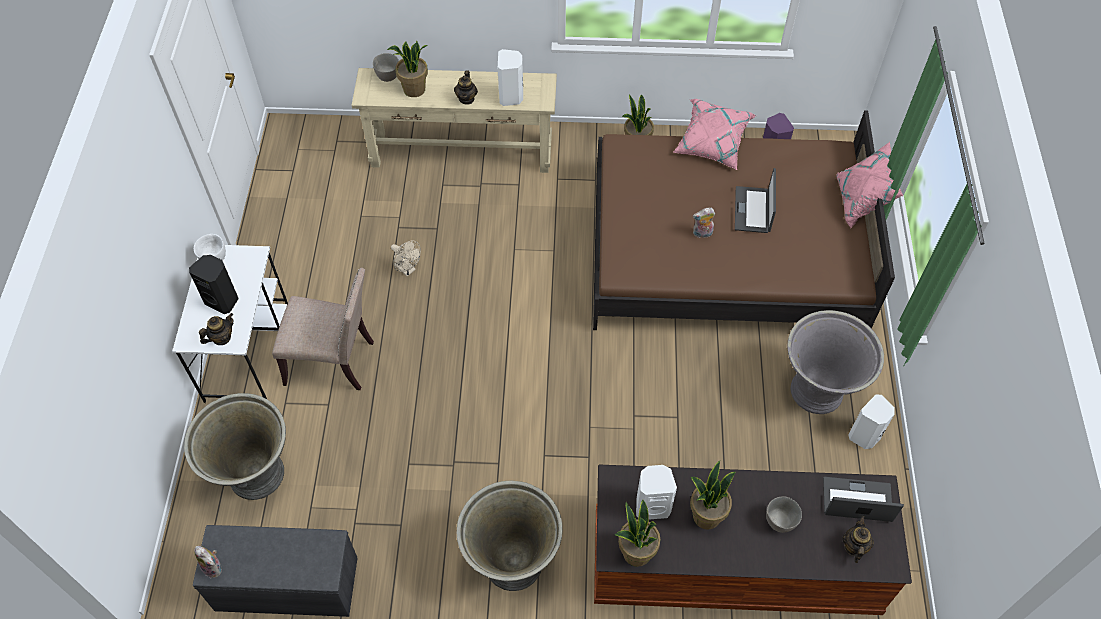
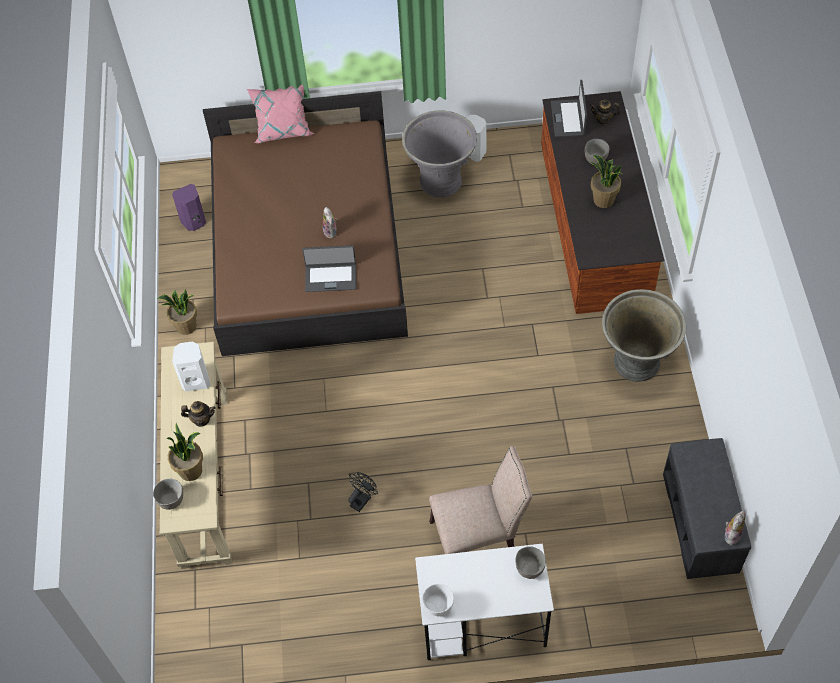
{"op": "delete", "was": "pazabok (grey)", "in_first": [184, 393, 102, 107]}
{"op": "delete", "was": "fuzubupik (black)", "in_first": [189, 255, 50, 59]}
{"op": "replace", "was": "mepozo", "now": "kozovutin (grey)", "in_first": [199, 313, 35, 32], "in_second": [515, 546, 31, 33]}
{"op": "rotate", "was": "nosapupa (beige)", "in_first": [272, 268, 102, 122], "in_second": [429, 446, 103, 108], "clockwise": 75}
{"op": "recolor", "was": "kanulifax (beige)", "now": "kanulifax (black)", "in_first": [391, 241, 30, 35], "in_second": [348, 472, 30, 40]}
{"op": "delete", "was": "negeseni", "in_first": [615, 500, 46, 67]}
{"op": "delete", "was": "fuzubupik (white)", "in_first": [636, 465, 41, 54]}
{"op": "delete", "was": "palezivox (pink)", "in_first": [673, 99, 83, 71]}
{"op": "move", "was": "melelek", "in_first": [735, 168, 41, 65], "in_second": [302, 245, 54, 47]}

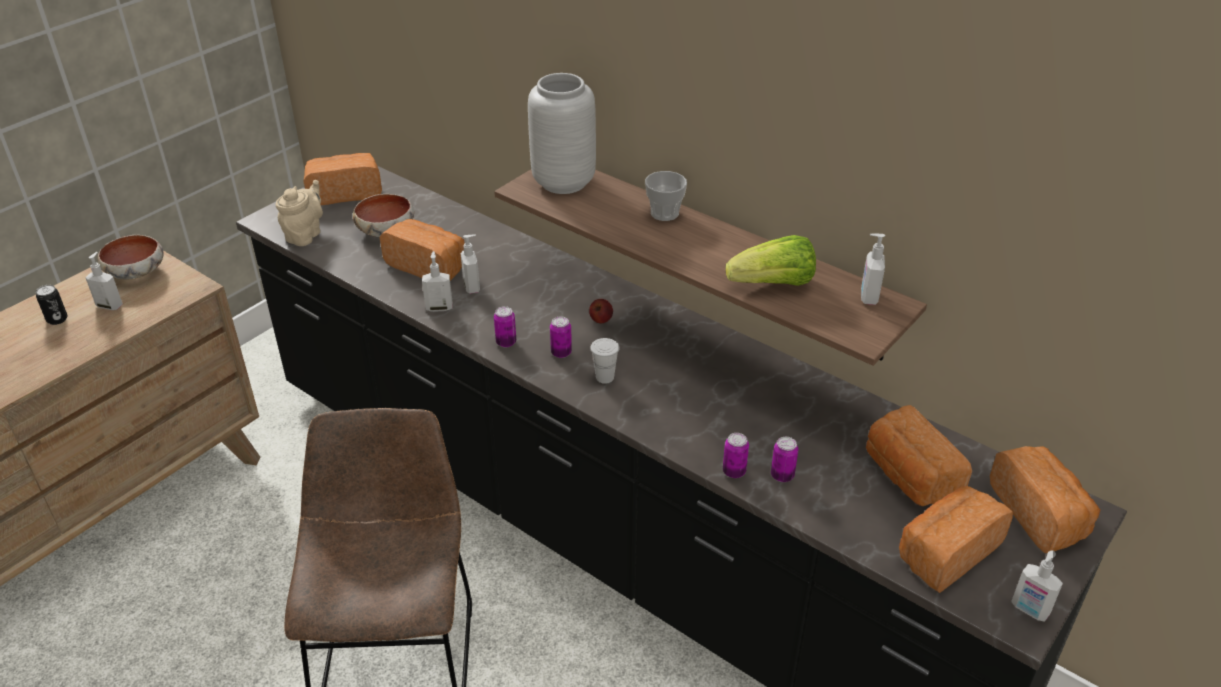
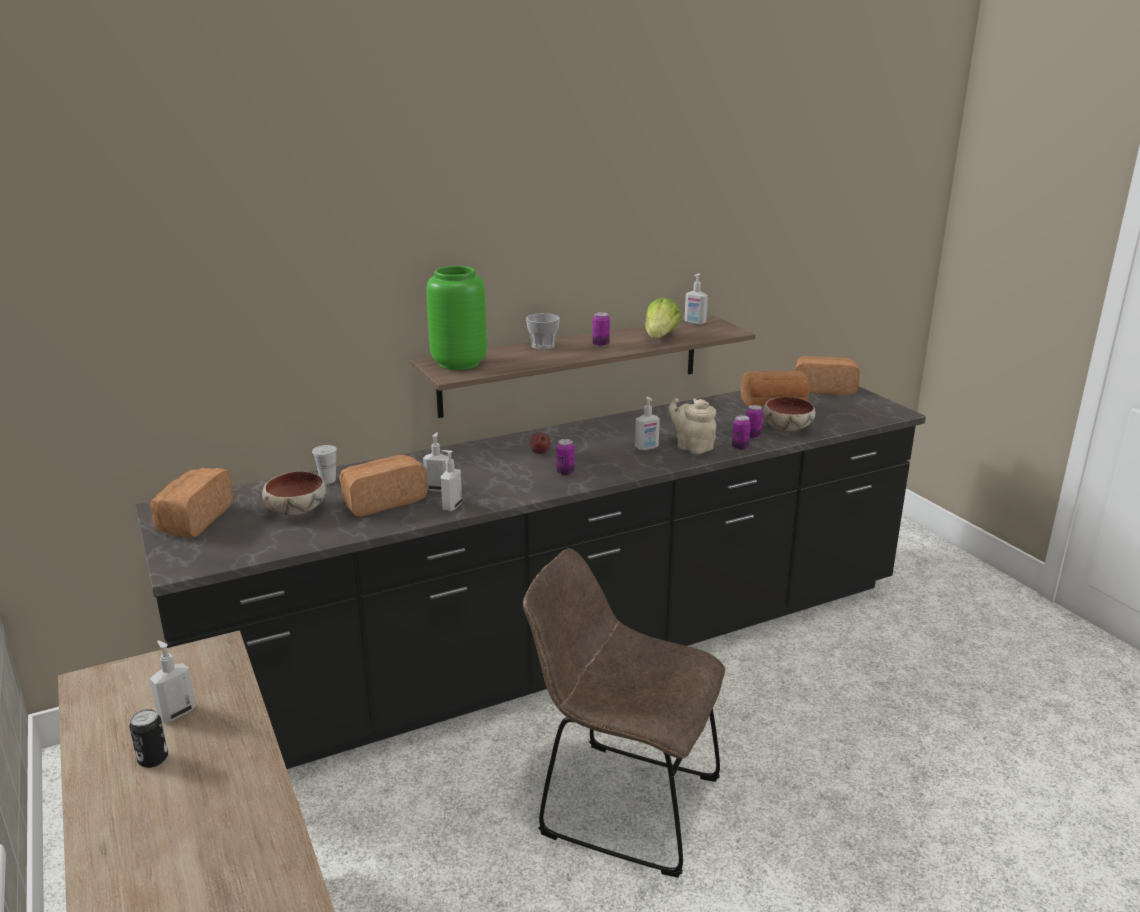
{"op": "move", "was": "kozovutin", "in_first": [98, 235, 66, 44], "in_second": [763, 397, 53, 35]}
{"op": "move", "was": "mepozo (beige)", "in_first": [276, 180, 47, 66], "in_second": [668, 398, 48, 56]}
{"op": "move", "was": "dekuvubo", "in_first": [494, 306, 22, 41], "in_second": [593, 312, 17, 35]}
{"op": "recolor", "was": "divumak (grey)", "now": "divumak (green)", "in_first": [528, 73, 68, 121], "in_second": [427, 266, 60, 104]}
{"op": "move", "was": "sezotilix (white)", "in_first": [590, 338, 29, 46], "in_second": [312, 445, 25, 39]}
{"op": "delete", "was": "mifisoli", "in_first": [899, 486, 114, 107]}
{"op": "move", "was": "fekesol", "in_first": [1011, 550, 52, 72], "in_second": [635, 397, 25, 53]}

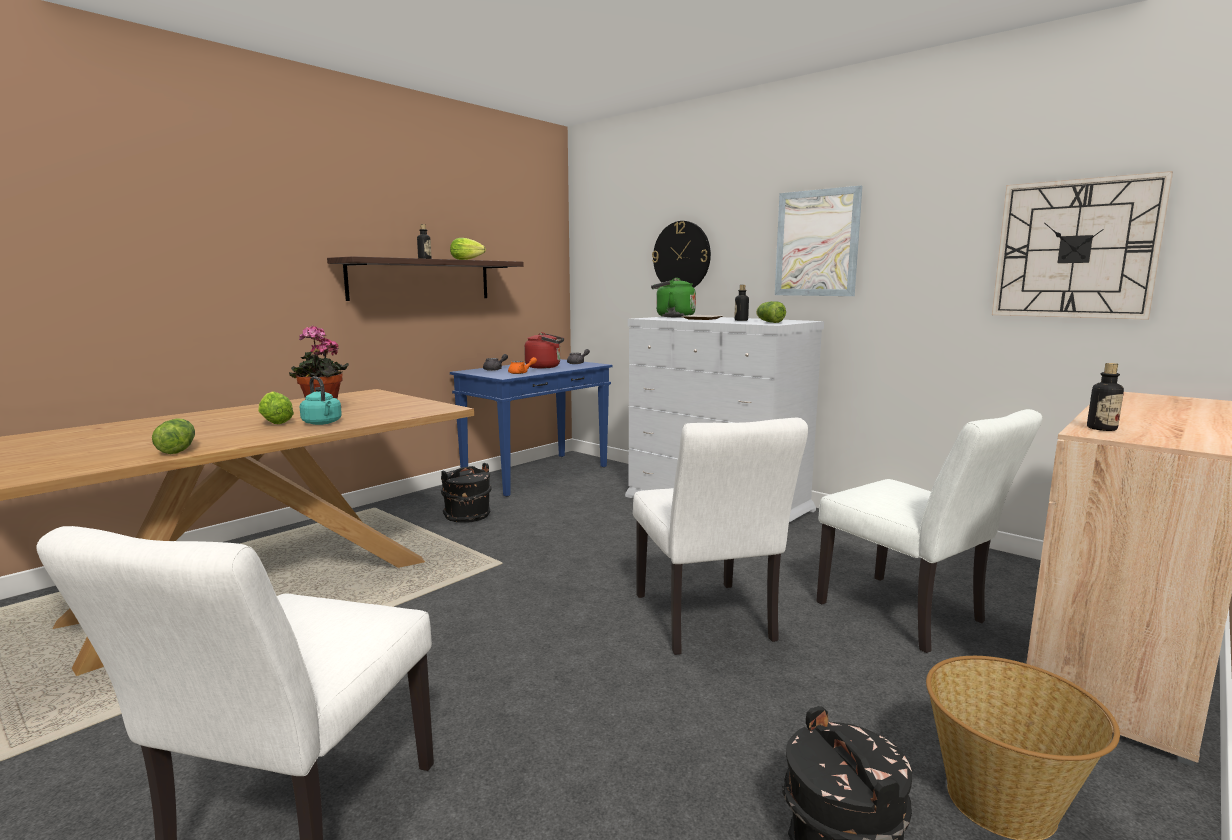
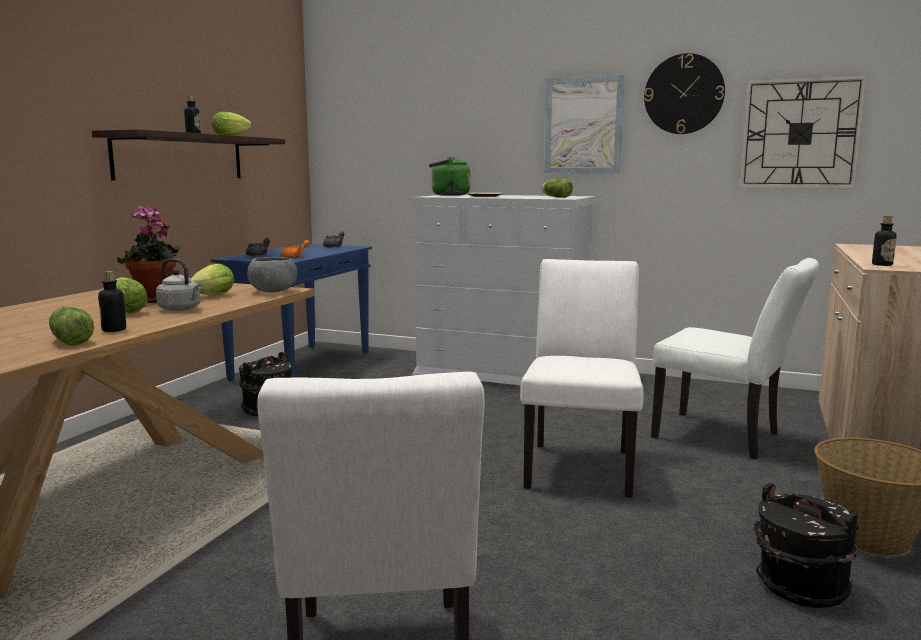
{"op": "recolor", "was": "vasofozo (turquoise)", "now": "vasofozo (grey)", "in_first": [300, 376, 42, 49], "in_second": [156, 258, 45, 53]}
{"op": "delete", "was": "vasofozo (red)", "in_first": [524, 332, 40, 37]}
{"op": "rotate", "was": "nosapupa (white)", "in_first": [633, 418, 175, 237], "in_second": [520, 259, 124, 239], "clockwise": -135}
{"op": "move", "was": "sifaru", "in_first": [652, 221, 59, 67], "in_second": [644, 53, 81, 81]}
{"op": "move", "was": "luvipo", "in_first": [734, 285, 15, 36], "in_second": [98, 271, 28, 61]}
{"op": "insert", "now": "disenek", "in_second": [191, 264, 43, 31]}
{"op": "insert", "now": "kozovutin (grey)", "in_second": [247, 257, 50, 36]}

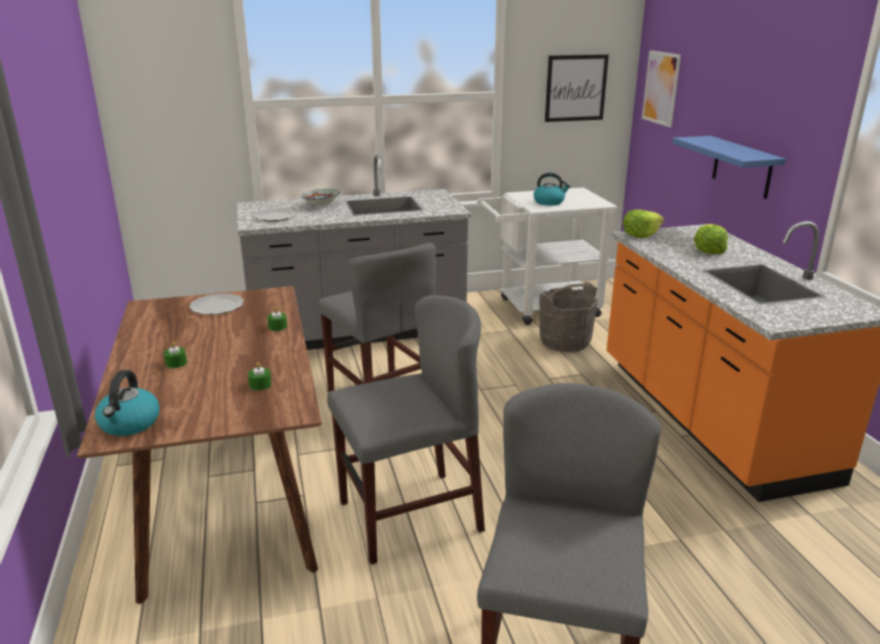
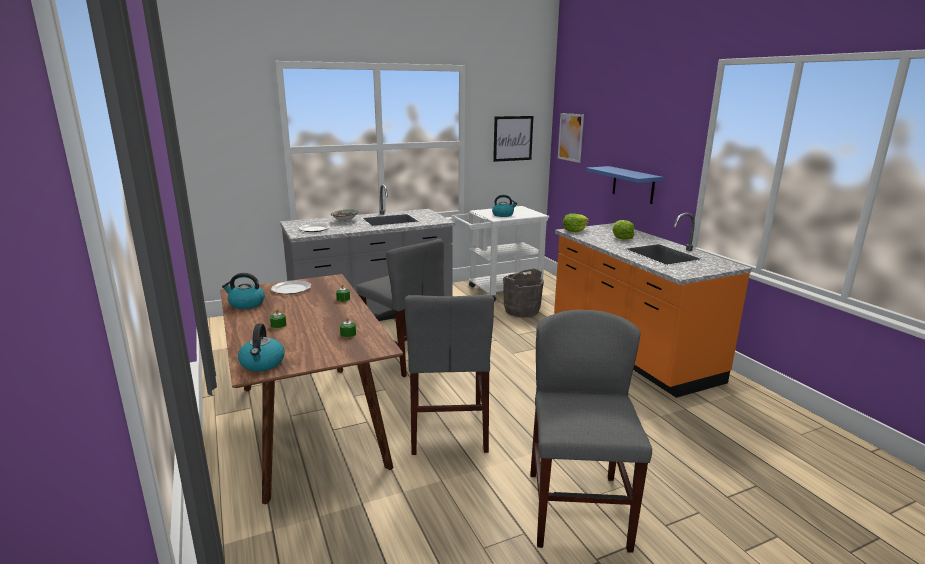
{"op": "rotate", "was": "nosapupa (grey)", "in_first": [327, 295, 158, 270], "in_second": [405, 294, 89, 161], "clockwise": 120}
{"op": "insert", "now": "vasofozo", "in_second": [222, 273, 43, 36]}

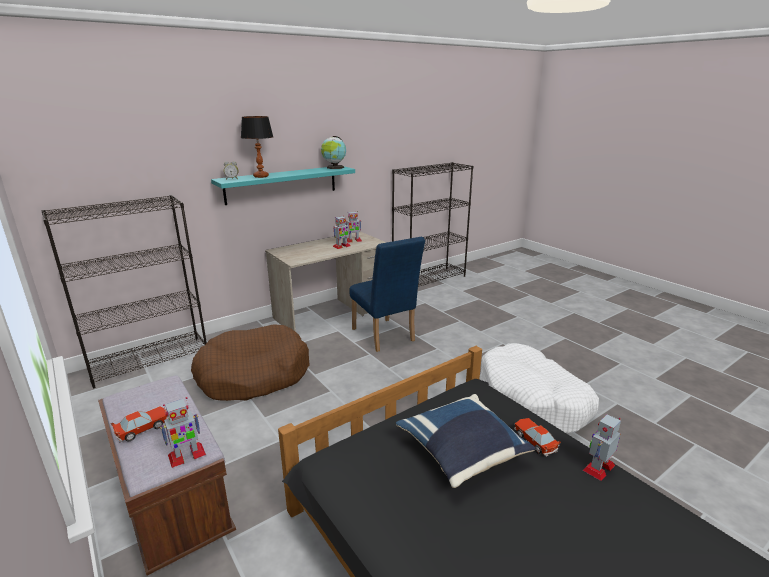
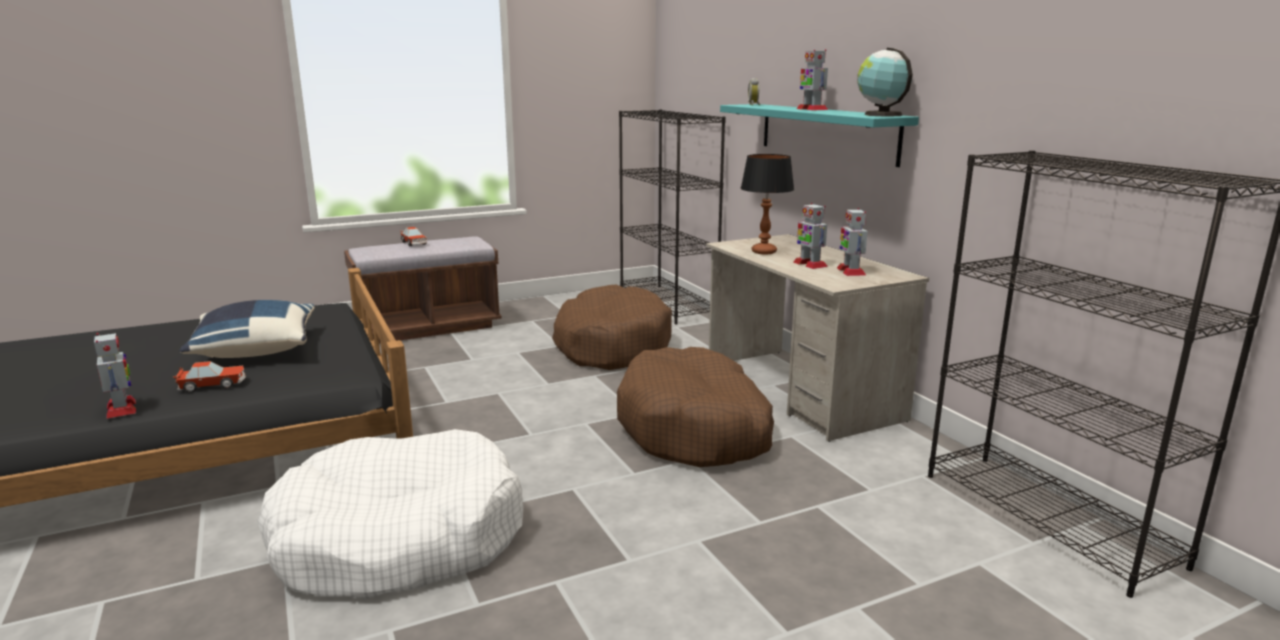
{"op": "move", "was": "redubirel", "in_first": [160, 397, 46, 71], "in_second": [797, 49, 31, 62]}
{"op": "move", "was": "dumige", "in_first": [241, 116, 32, 62], "in_second": [741, 154, 53, 100]}
{"op": "replace", "was": "nosapupa (blue)", "now": "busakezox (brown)", "in_first": [350, 237, 75, 115], "in_second": [617, 347, 157, 120]}

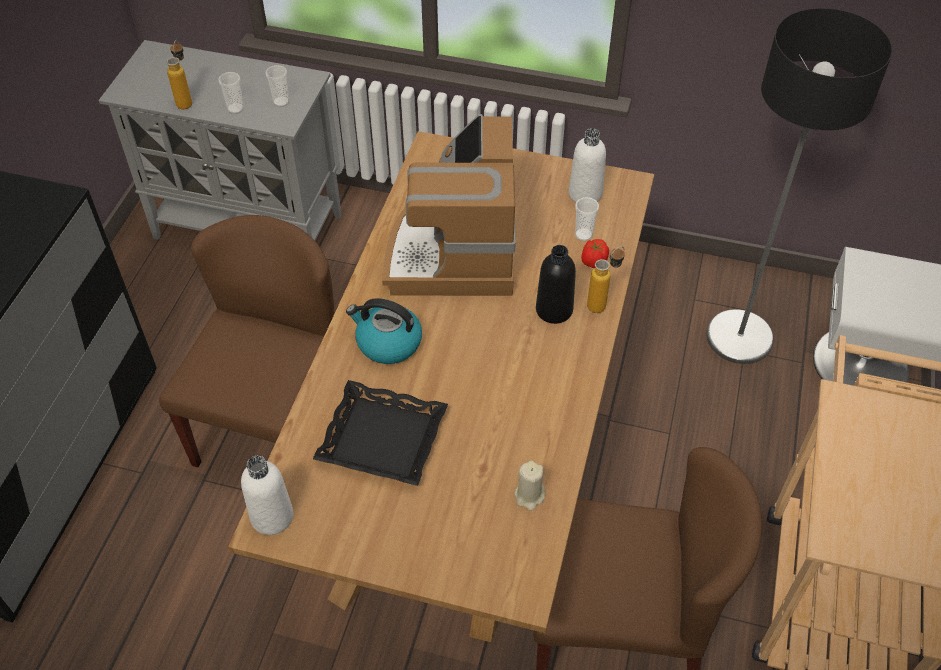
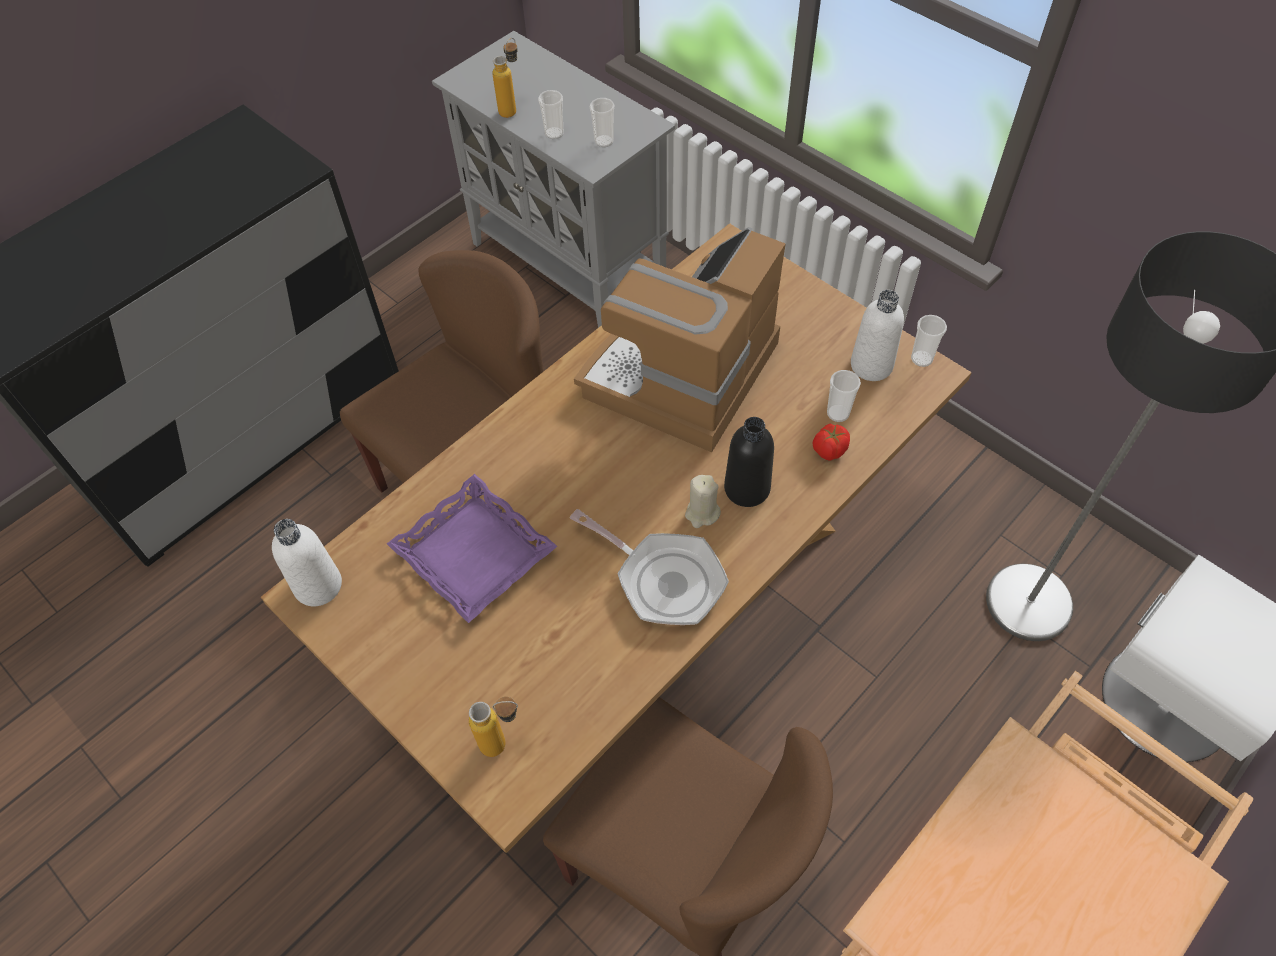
{"op": "recolor", "was": "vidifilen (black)", "now": "vidifilen (purple)", "in_first": [313, 380, 135, 106], "in_second": [387, 474, 170, 149]}
{"op": "delete", "was": "vasofozo", "in_first": [346, 298, 76, 66]}
{"op": "move", "was": "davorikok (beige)", "in_first": [515, 461, 30, 50], "in_second": [685, 475, 36, 53]}
{"op": "move", "was": "luvipo", "in_first": [587, 246, 38, 67], "in_second": [469, 697, 49, 60]}
{"op": "insert", "now": "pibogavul", "in_second": [570, 509, 159, 116]}
{"op": "insert", "now": "sezotilix", "in_second": [911, 315, 36, 52]}

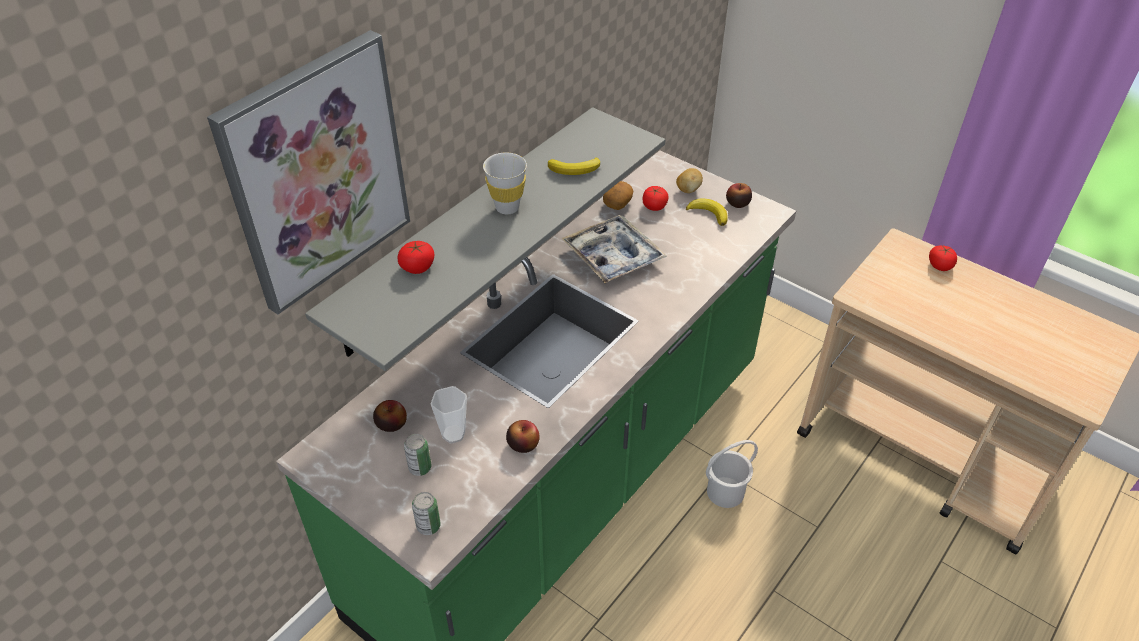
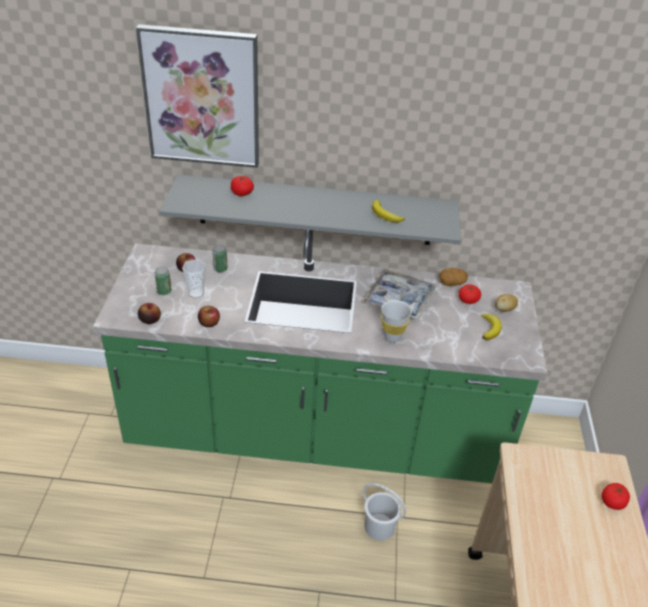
{"op": "move", "was": "dekuvubo", "in_first": [412, 492, 29, 43], "in_second": [213, 245, 15, 27]}
{"op": "move", "was": "sezotilix (white)", "in_first": [483, 153, 44, 61], "in_second": [381, 300, 31, 42]}
{"op": "move", "was": "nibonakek", "in_first": [726, 183, 26, 25], "in_second": [138, 303, 23, 21]}

